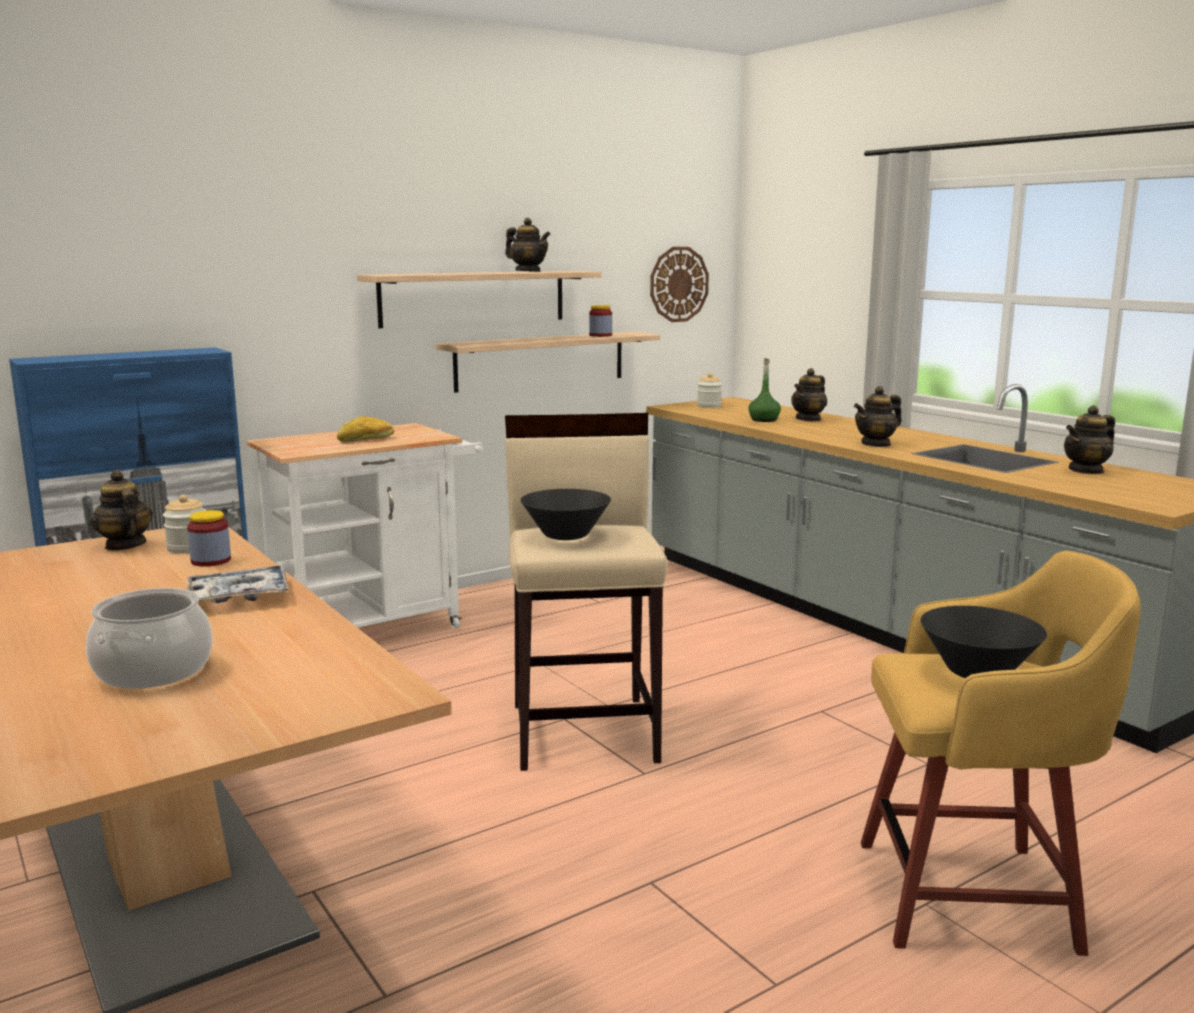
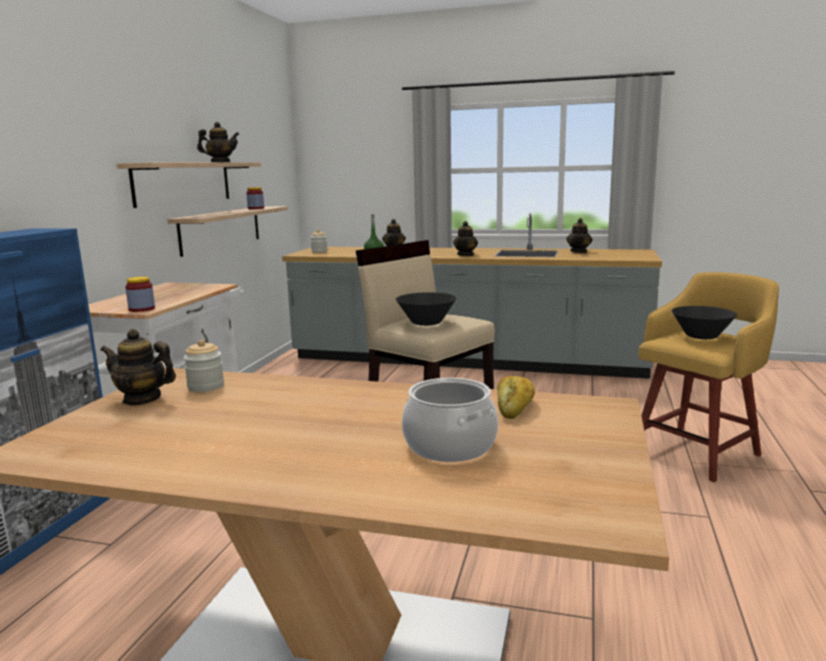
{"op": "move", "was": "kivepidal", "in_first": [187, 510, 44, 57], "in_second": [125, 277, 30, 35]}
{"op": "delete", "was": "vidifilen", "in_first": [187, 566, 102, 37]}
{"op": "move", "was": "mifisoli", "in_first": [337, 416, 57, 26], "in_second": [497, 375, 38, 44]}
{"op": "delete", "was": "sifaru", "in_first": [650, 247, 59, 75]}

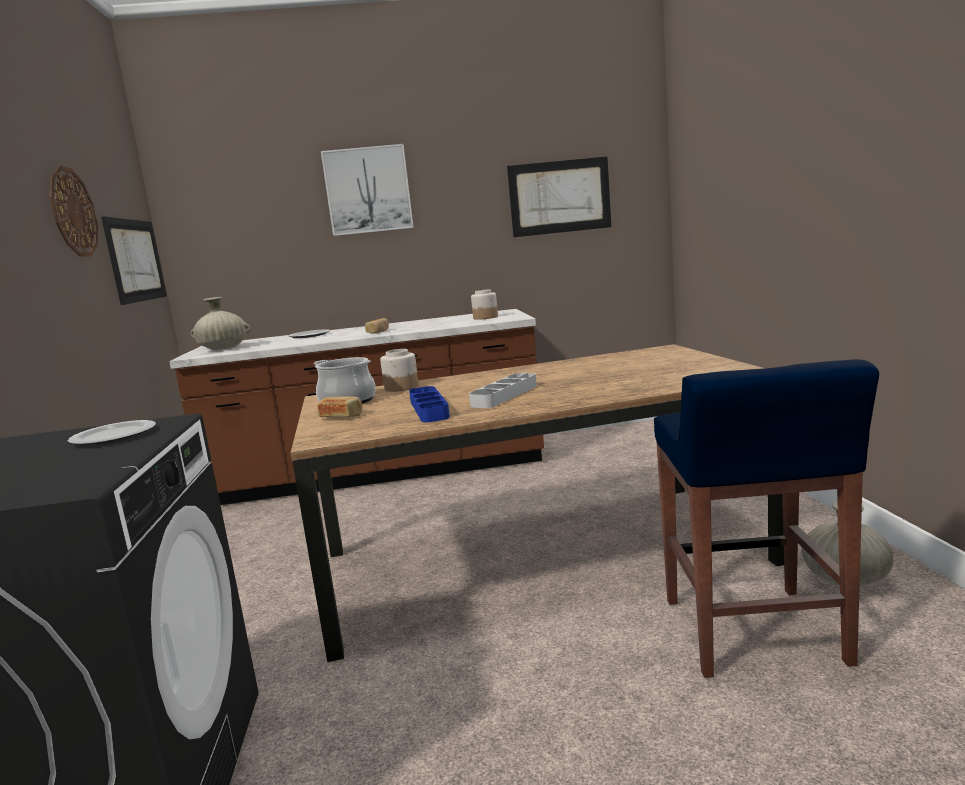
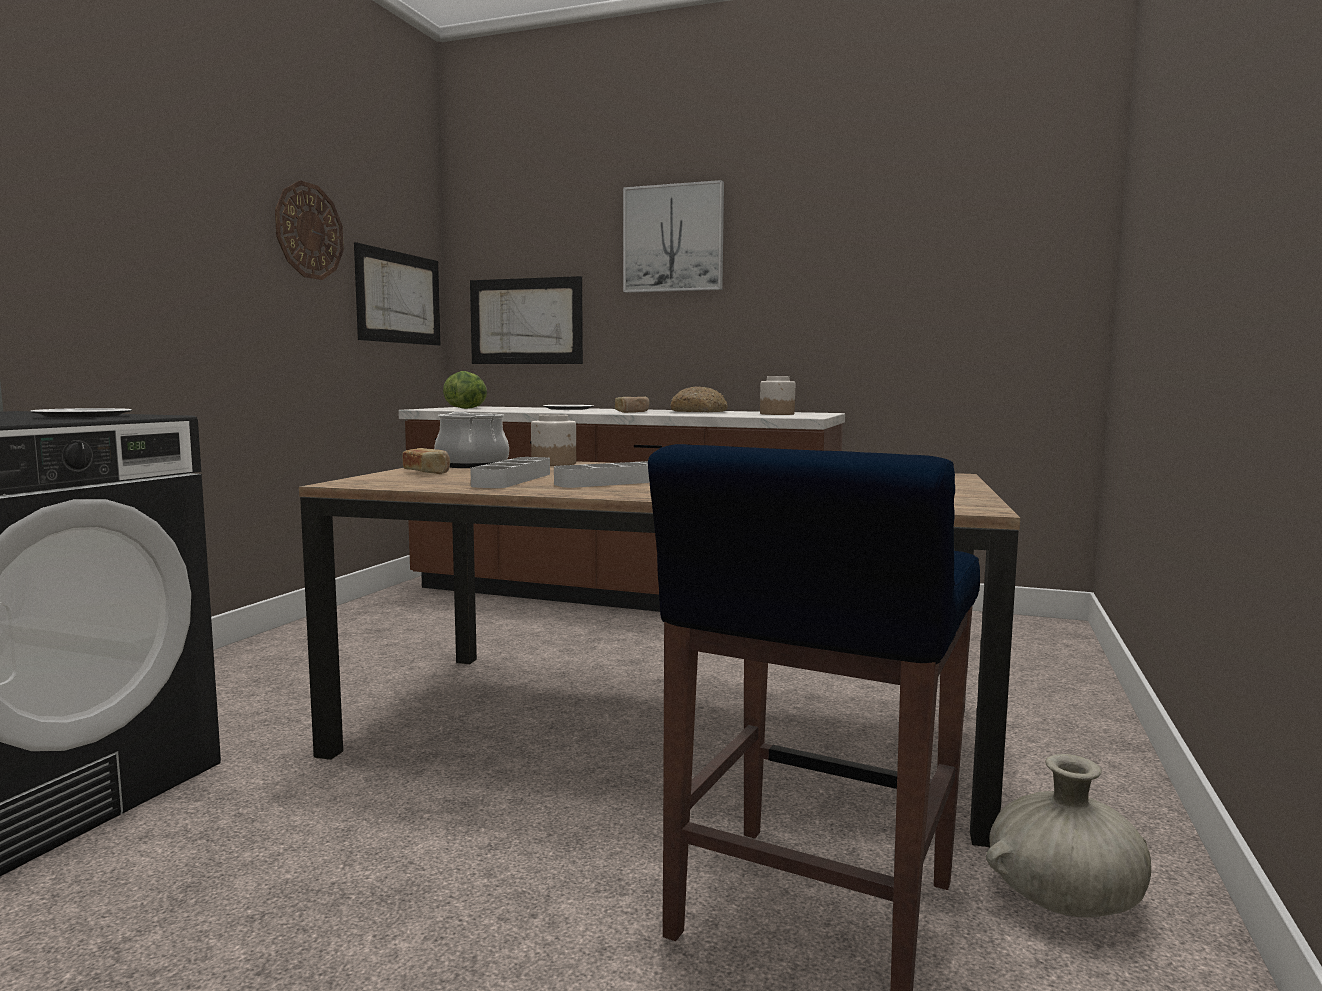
{"op": "replace", "was": "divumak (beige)", "now": "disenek", "in_first": [191, 297, 60, 53], "in_second": [443, 371, 44, 38]}
{"op": "recolor", "was": "vidifilen (blue)", "now": "vidifilen (grey)", "in_first": [409, 386, 41, 36], "in_second": [470, 457, 80, 31]}
{"op": "move", "was": "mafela", "in_first": [507, 157, 104, 80], "in_second": [470, 276, 113, 88]}
{"op": "insert", "now": "mifisoli", "in_second": [670, 386, 58, 26]}

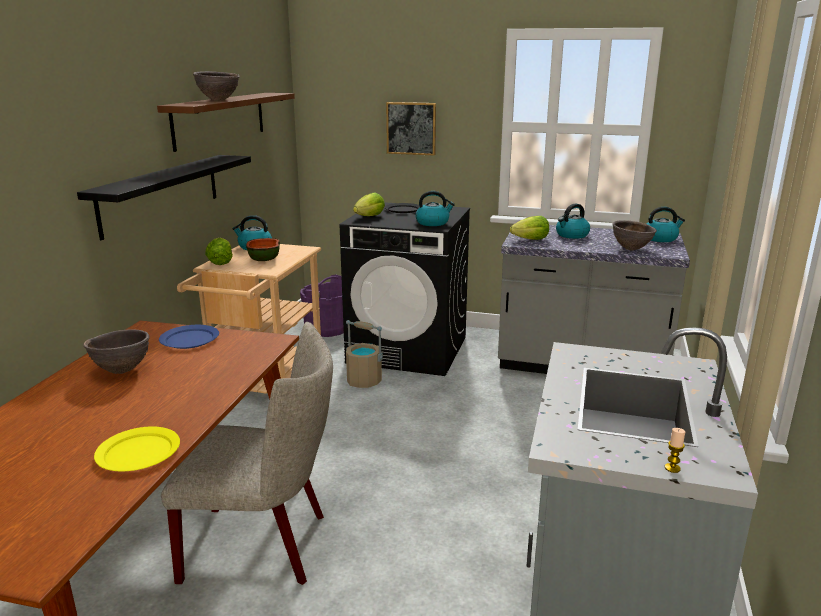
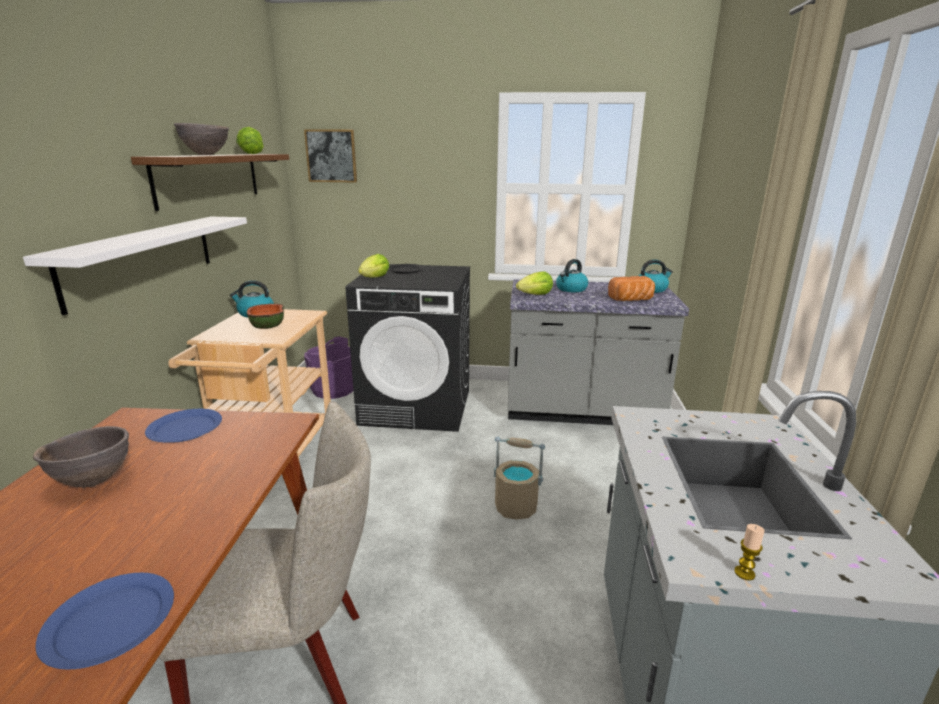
{"op": "recolor", "was": "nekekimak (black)", "now": "nekekimak (white)", "in_first": [77, 155, 174, 85], "in_second": [23, 217, 224, 98]}
{"op": "recolor", "was": "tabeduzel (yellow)", "now": "tabeduzel (blue)", "in_first": [94, 427, 86, 44], "in_second": [35, 573, 139, 96]}
{"op": "move", "was": "disenek", "in_first": [205, 238, 28, 27], "in_second": [237, 127, 27, 27]}
{"op": "move", "was": "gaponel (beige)", "in_first": [346, 320, 37, 68], "in_second": [494, 436, 51, 83]}
{"op": "move", "was": "mafela", "in_first": [386, 102, 50, 54], "in_second": [304, 129, 53, 54]}
{"op": "delete", "was": "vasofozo", "in_first": [415, 191, 40, 35]}
{"op": "replace", "was": "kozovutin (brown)", "now": "mifisoli", "in_first": [613, 221, 44, 29], "in_second": [608, 276, 47, 25]}
{"op": "move", "was": "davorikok", "in_first": [665, 428, 20, 45], "in_second": [734, 524, 31, 57]}

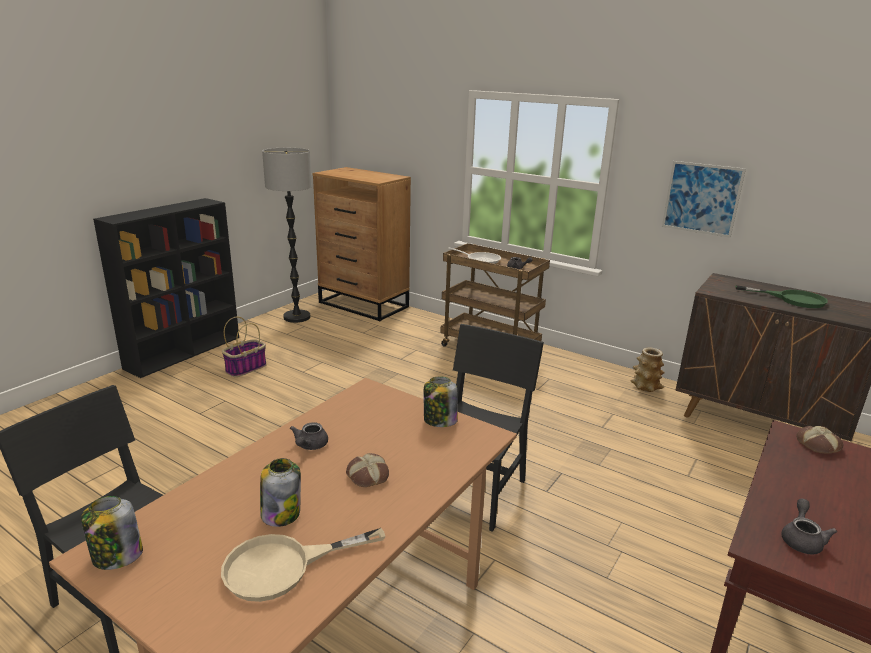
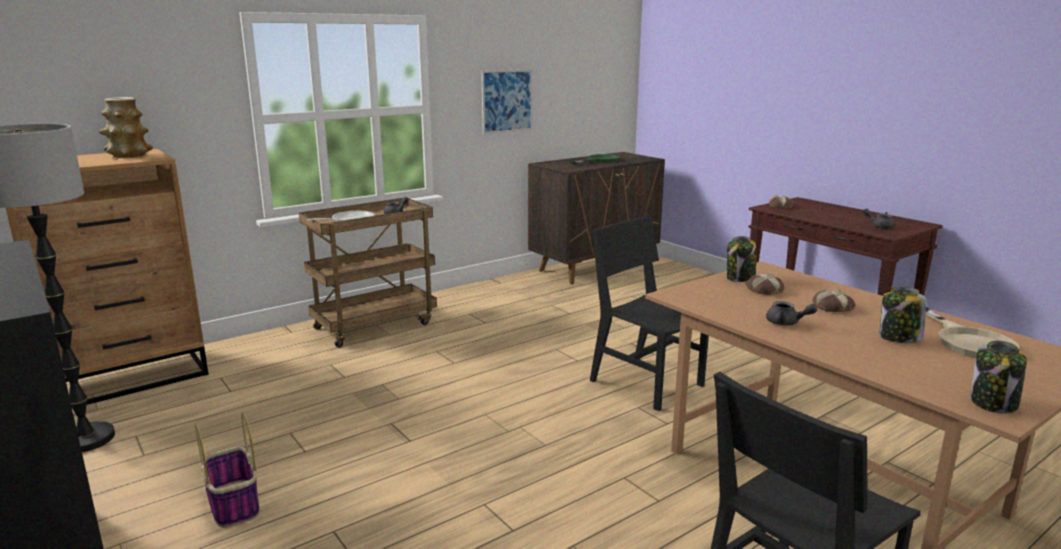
{"op": "move", "was": "divumak", "in_first": [631, 348, 33, 44], "in_second": [99, 97, 54, 61]}
{"op": "insert", "now": "mifisoli", "in_second": [746, 273, 38, 22]}

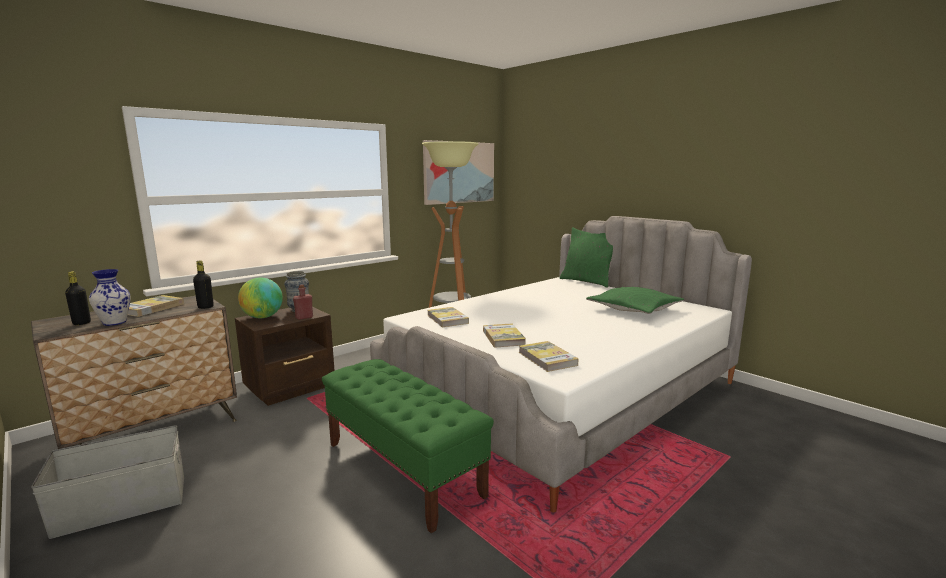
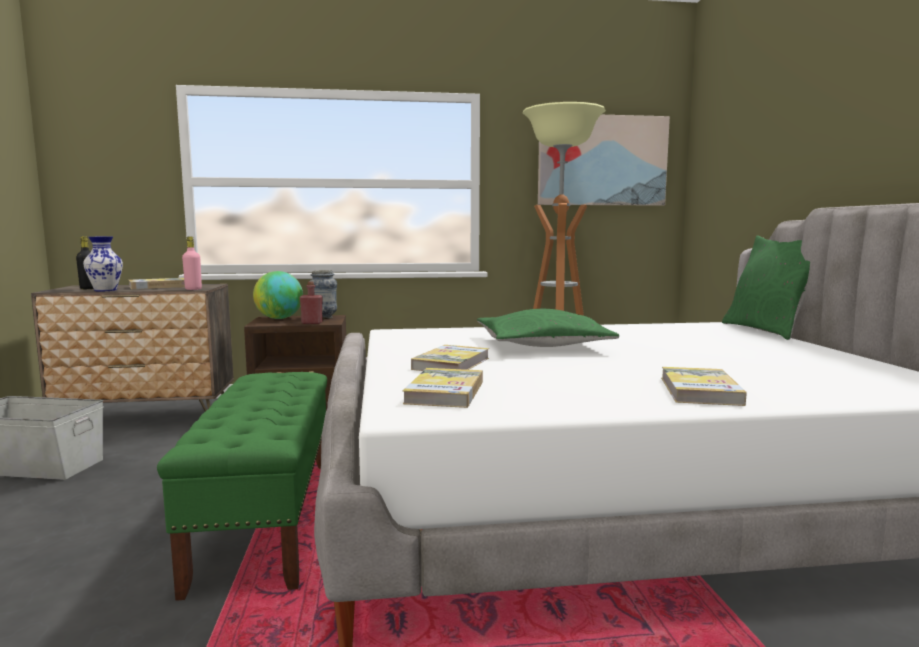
{"op": "recolor", "was": "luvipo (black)", "now": "luvipo (pink)", "in_first": [193, 261, 21, 48], "in_second": [182, 237, 20, 53]}
{"op": "move", "was": "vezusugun", "in_first": [427, 307, 42, 20], "in_second": [661, 367, 86, 39]}
{"op": "move", "was": "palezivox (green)", "in_first": [586, 287, 98, 27], "in_second": [477, 309, 142, 38]}

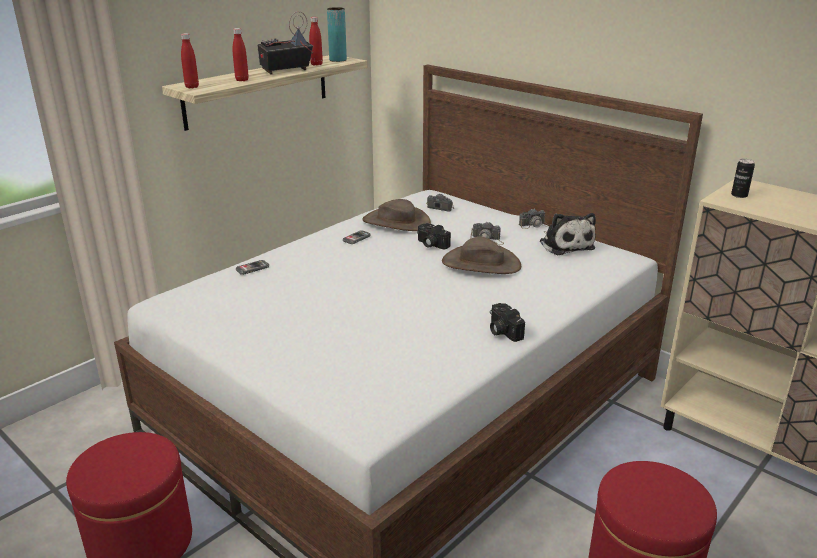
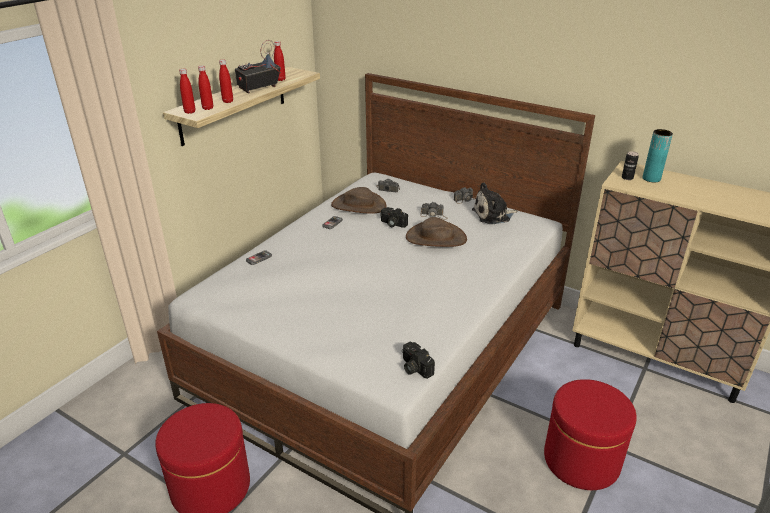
{"op": "move", "was": "divumak (turquoise)", "in_first": [327, 7, 20, 55], "in_second": [643, 129, 30, 53]}
{"op": "move", "was": "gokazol", "in_first": [490, 303, 35, 39], "in_second": [402, 342, 33, 37]}
{"op": "rotate", "was": "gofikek", "in_first": [540, 213, 56, 42], "in_second": [472, 182, 46, 42], "clockwise": 105}
{"op": "insert", "now": "luvipo (red)", "in_second": [198, 65, 15, 45]}

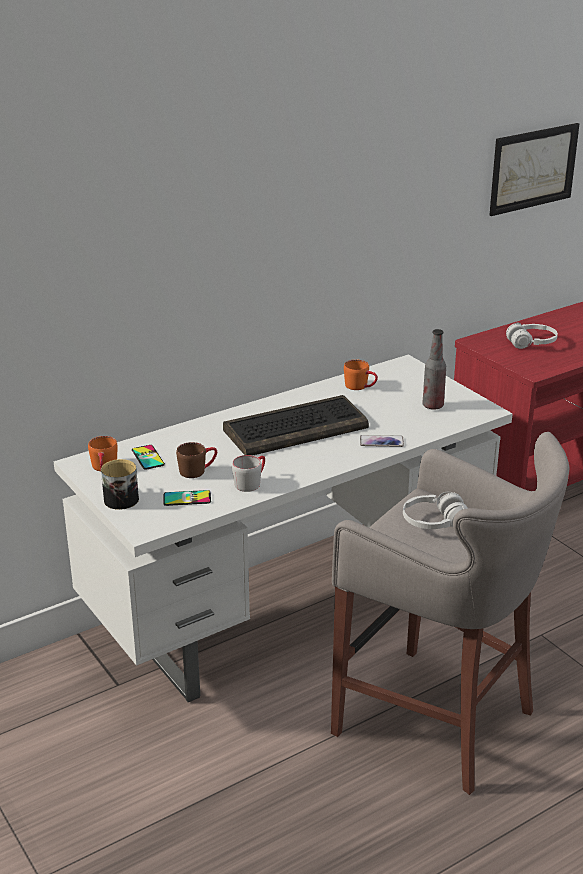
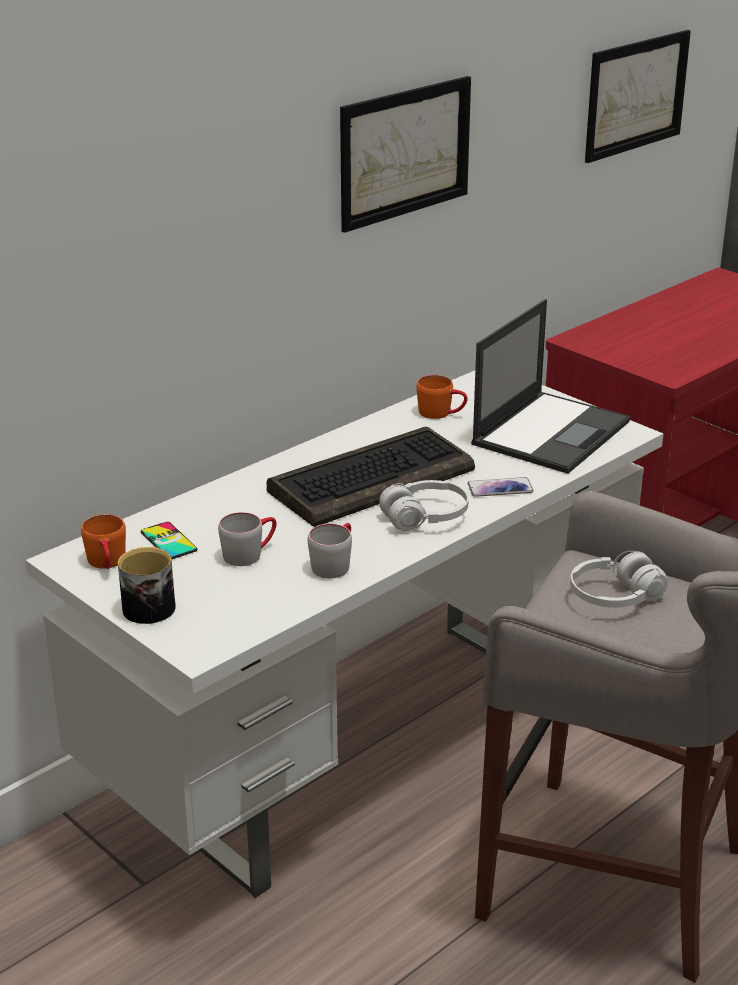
{"op": "delete", "was": "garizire", "in_first": [164, 490, 47, 16]}
{"op": "recolor", "was": "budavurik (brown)", "now": "budavurik (grey)", "in_first": [176, 442, 41, 36], "in_second": [218, 512, 59, 54]}
{"op": "replace", "was": "luvipo", "now": "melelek", "in_first": [422, 329, 24, 81], "in_second": [471, 299, 159, 175]}
{"op": "move", "was": "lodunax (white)", "in_first": [506, 323, 52, 26], "in_second": [379, 480, 90, 51]}
{"op": "insert", "now": "mafela", "in_second": [340, 76, 131, 157]}

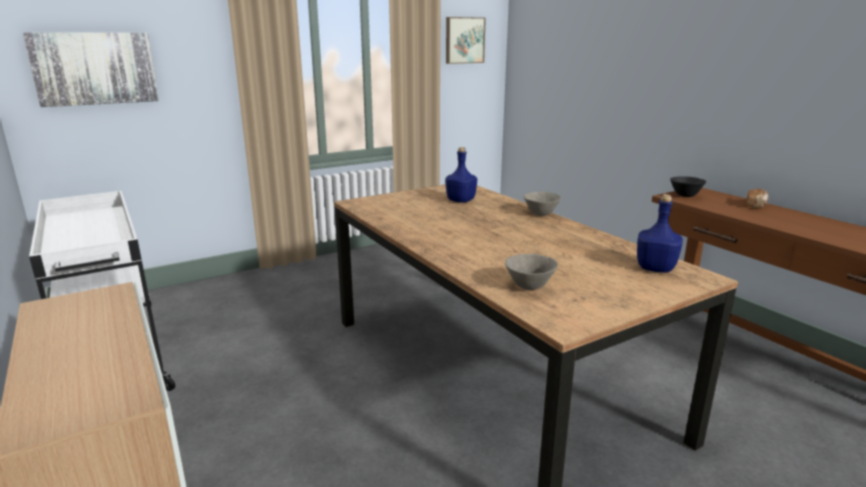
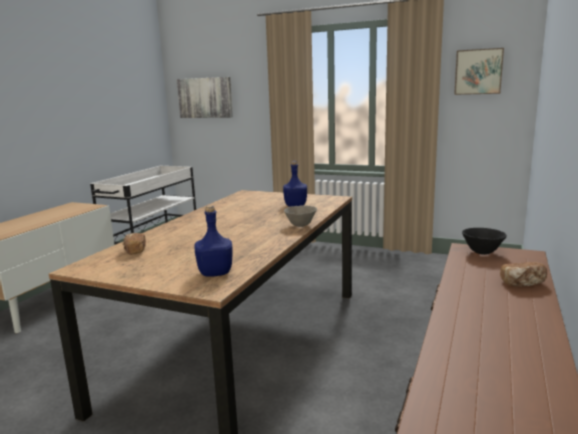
{"op": "replace", "was": "kozovutin (grey)", "now": "mifisoli", "in_first": [505, 254, 53, 36], "in_second": [123, 233, 23, 22]}

